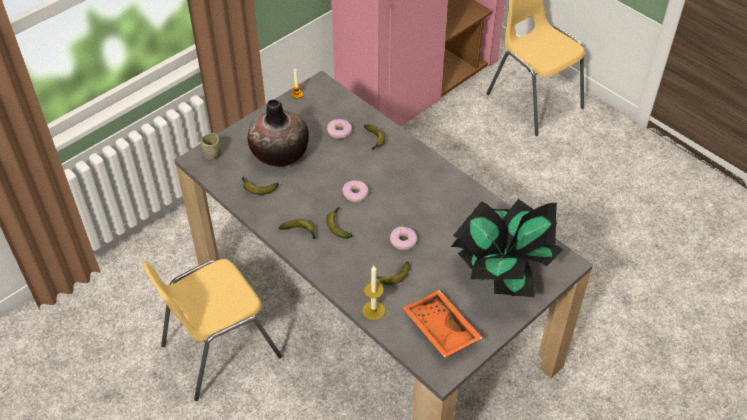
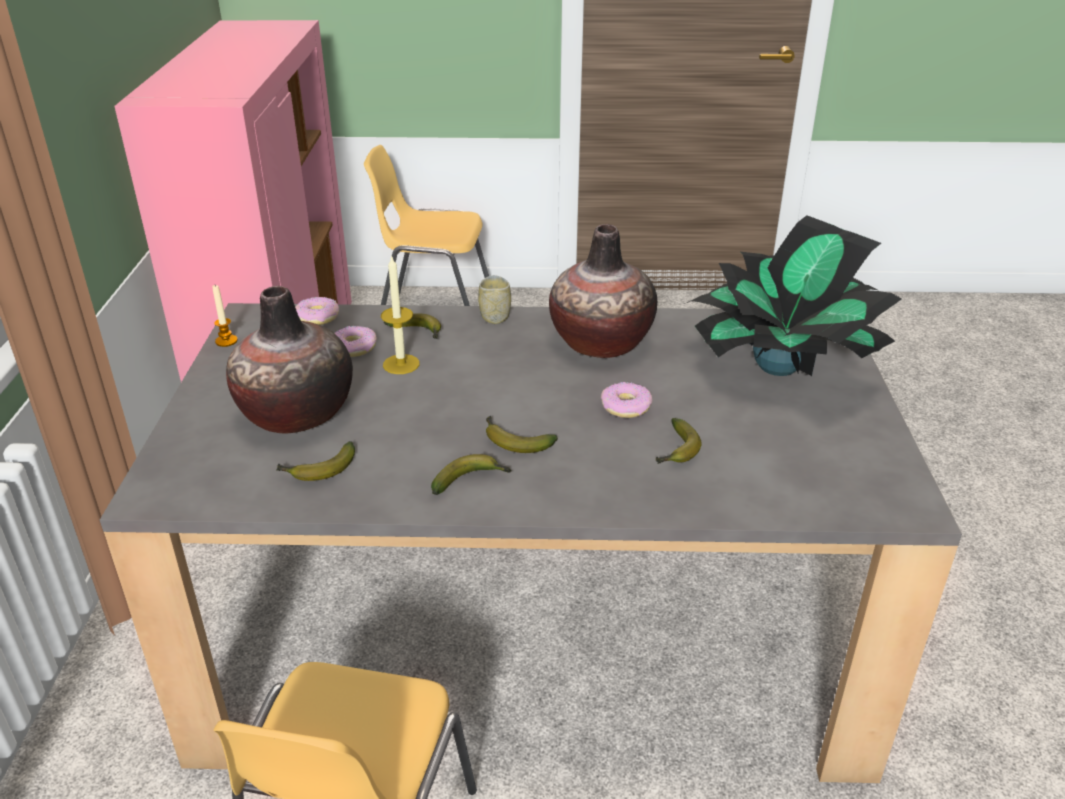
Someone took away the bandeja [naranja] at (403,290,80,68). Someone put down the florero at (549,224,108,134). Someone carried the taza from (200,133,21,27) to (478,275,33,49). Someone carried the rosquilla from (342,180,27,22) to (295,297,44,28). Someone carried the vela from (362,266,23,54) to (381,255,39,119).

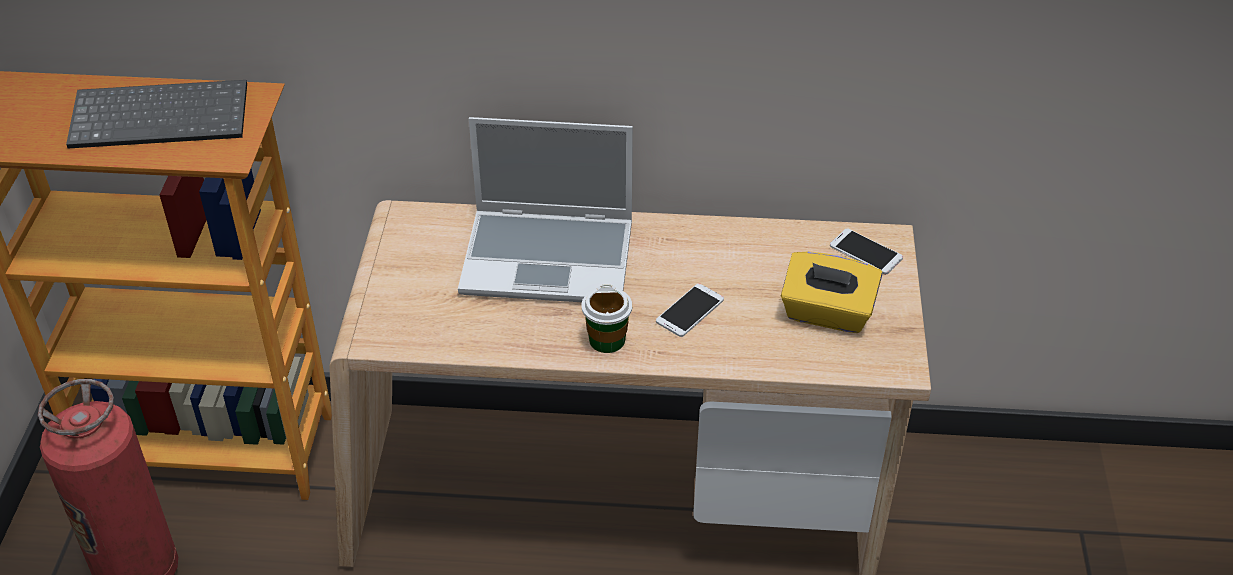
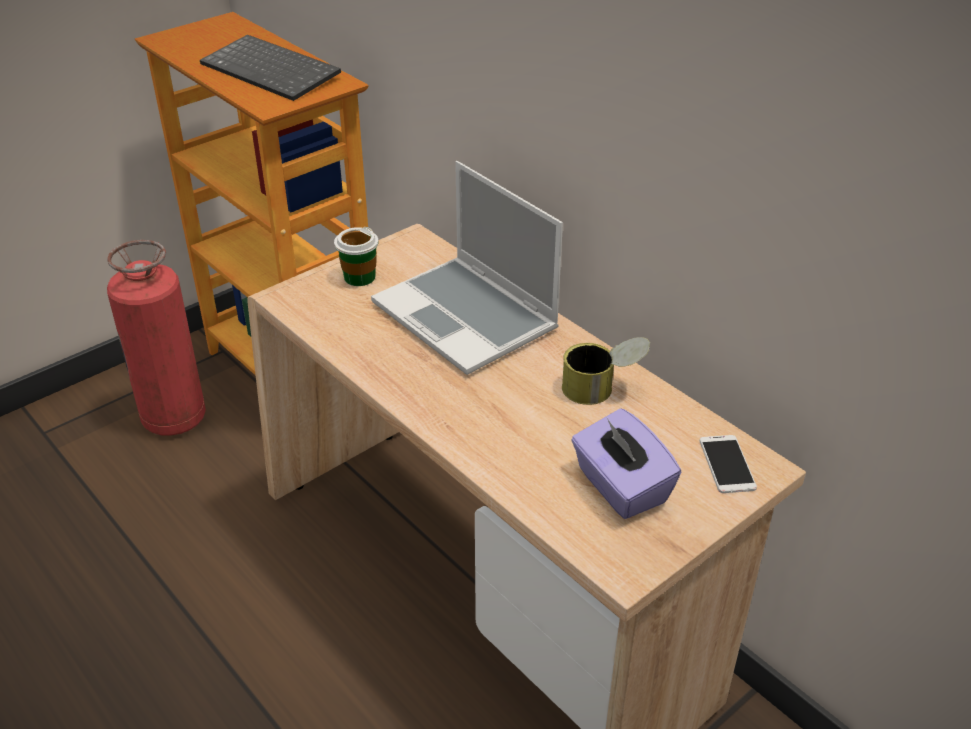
Someone took away the móvil at (656,284,68,53). Someone put down the lata at (562,337,88,68). Someone carried the taza from (582,284,50,69) to (334,227,45,59). Someone repainted the caja de pañuelos [amarillo] at (781,252,101,81), which became the caja de pañuelos [morado] at (572,408,110,111).

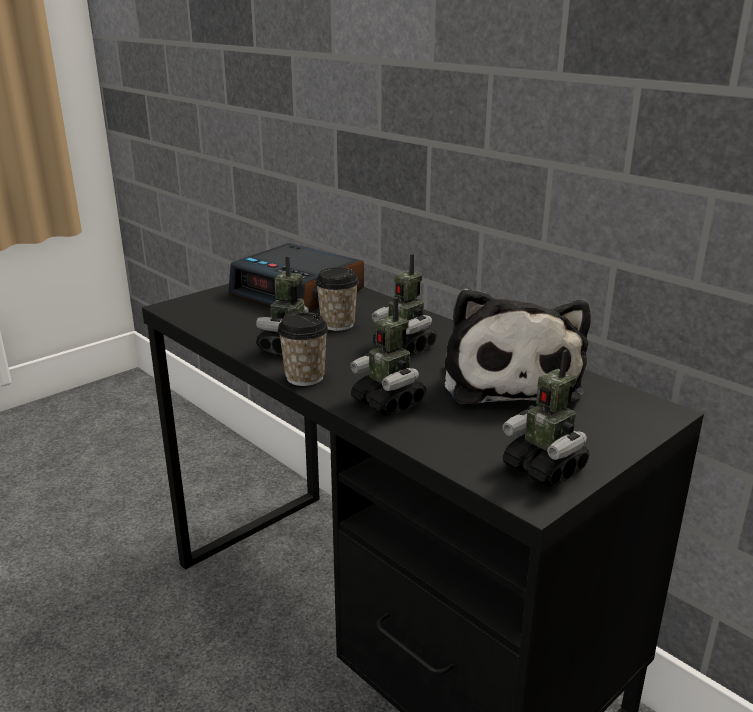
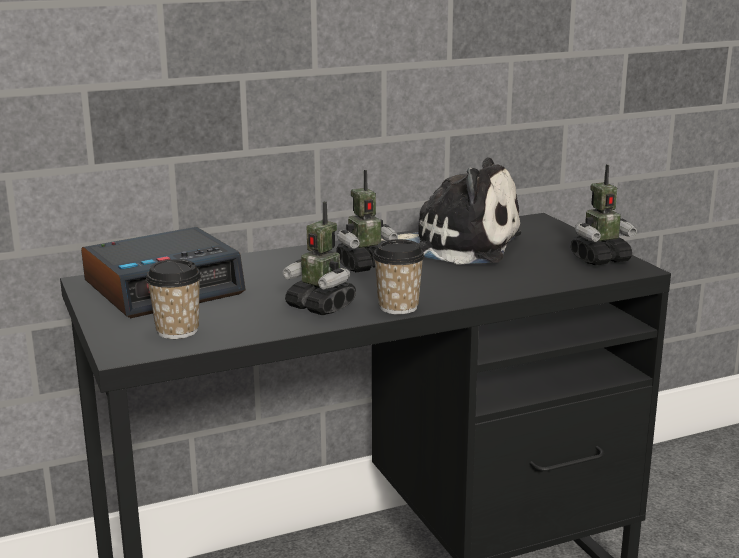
Someone took away the robot de juguete at (350,297,76,119). Someone carried the taza from (315,267,44,64) to (146,259,55,80).

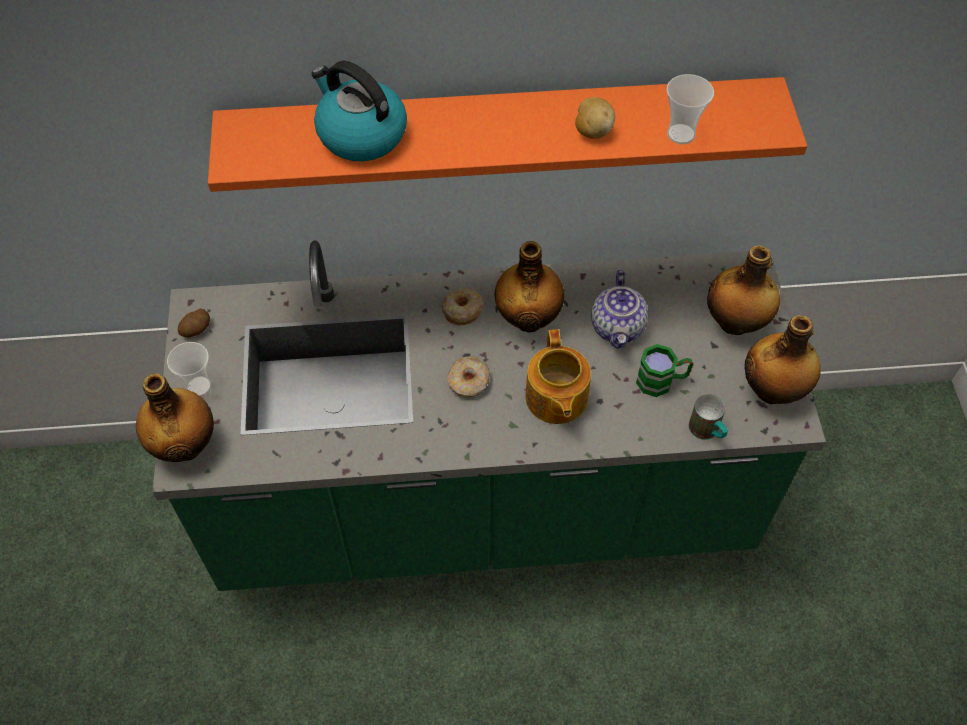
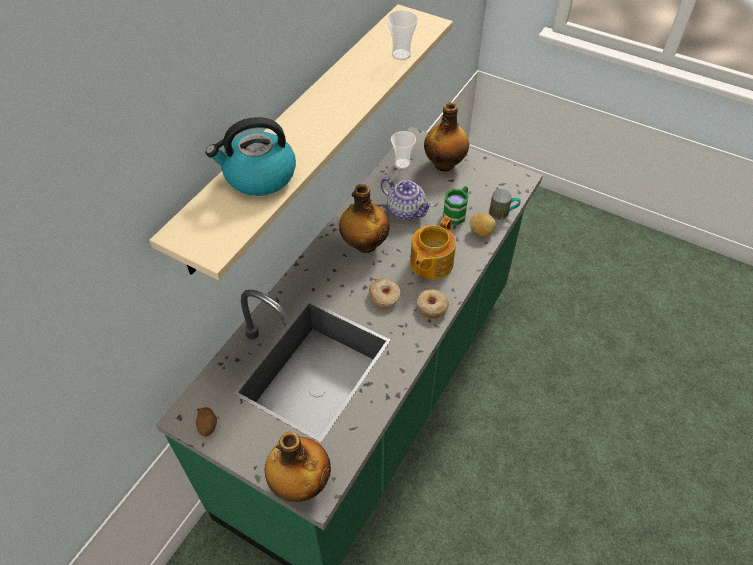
Someone took away the botella at (744,315,77,89). Someone carried the taza from (167,342,45,55) to (391,131,25,38). Someone carried the rosquilla from (442,288,41,38) to (417,289,32,30). Someone carried the patata from (575,97,40,42) to (469,213,27,24). Someone repainted the estante [naranja] at (208,77,599,115), which became the estante [beis] at (149,4,304,276). Someone rotated the tetera at (525,329,66,95) by 90 degrees clockwise.

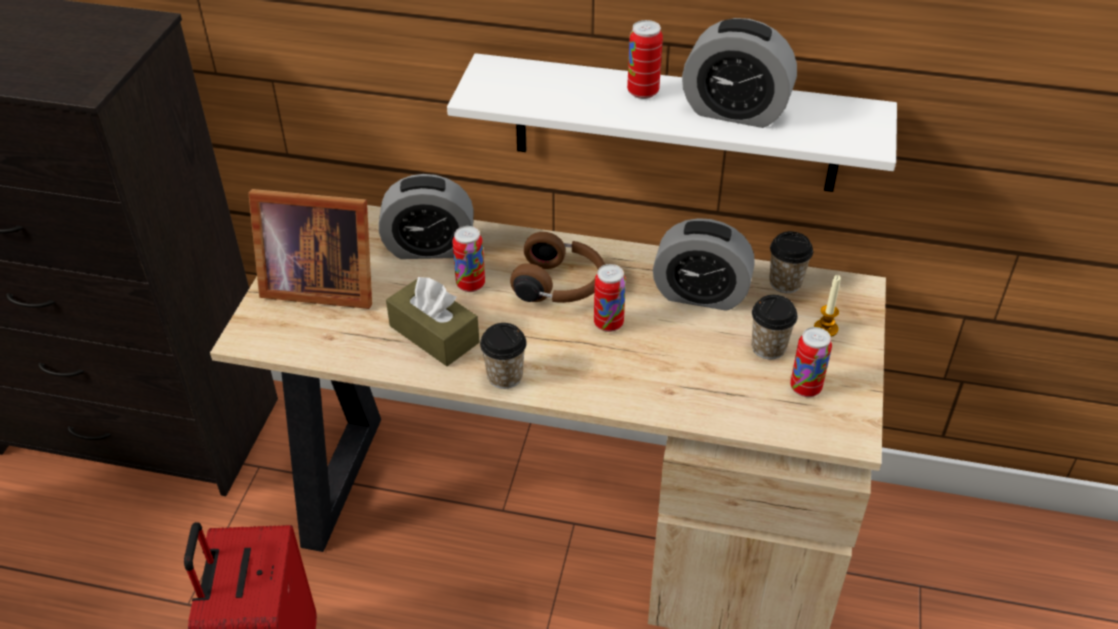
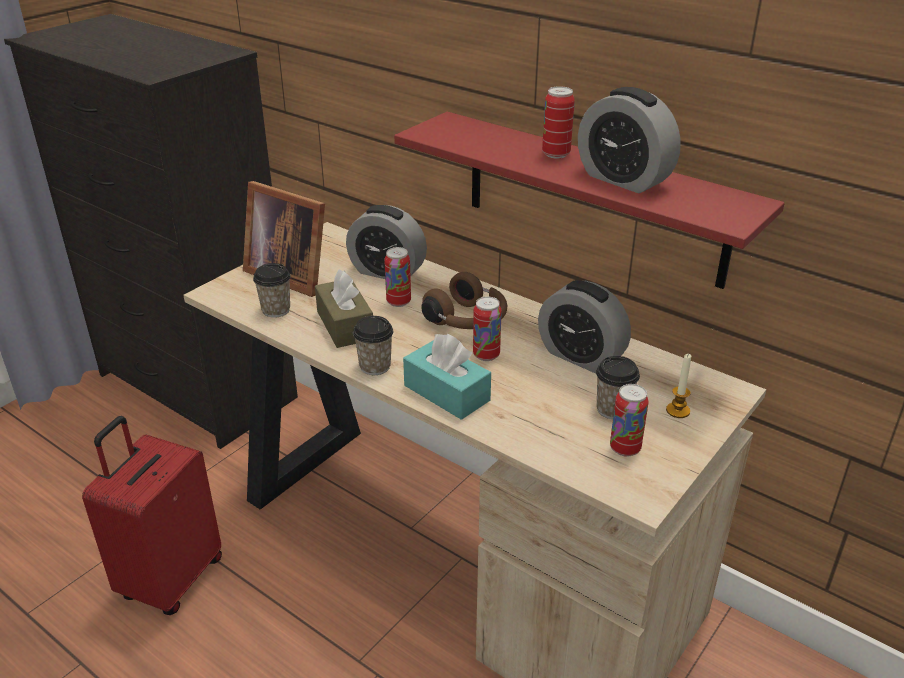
Someone put down the caja de pañuelos [turquesa] at (403,334,88,86). Someone carried the taza from (769,231,44,62) to (253,263,38,55). Someone repainted the estante [blanco] at (447,53,450,139), which became the estante [rojo] at (394,112,391,177).

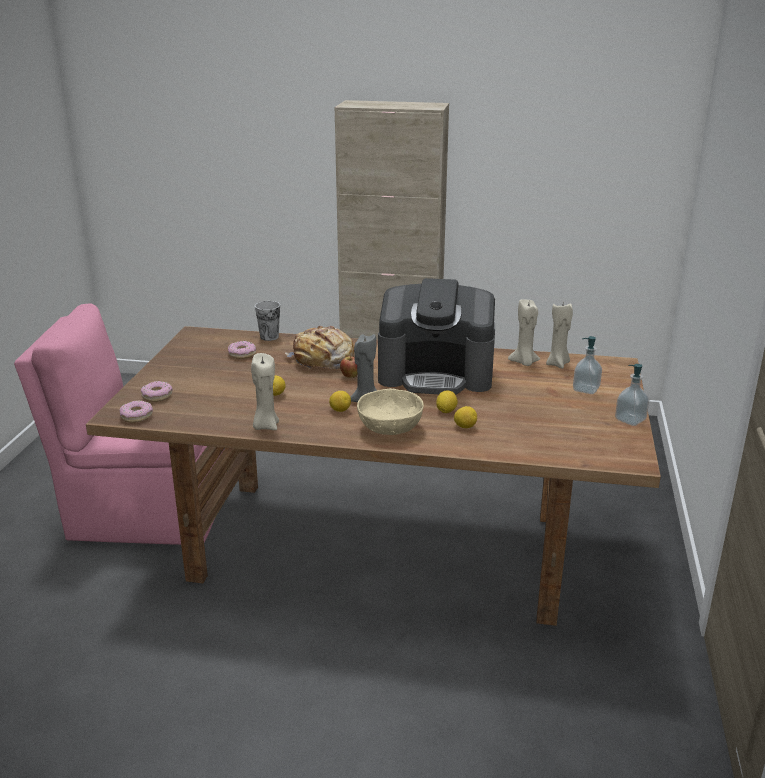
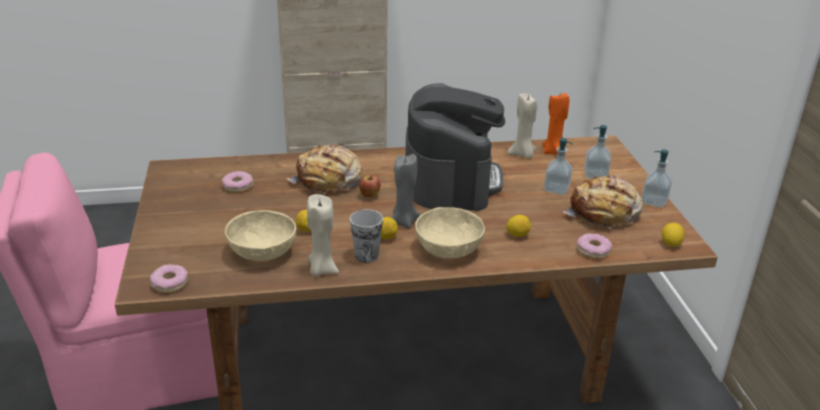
Someone put down the cuenco [beis] at (225,210,71,51). Someone put down the dispensador de jabón at (544,138,29,57). Someone put down the pan at (563,174,80,55). Someone carried the rosquilla from (141,381,32,21) to (577,233,36,26). Someone carried the taza from (255,301,25,40) to (350,210,33,52). Someone carried the limón from (436,390,22,23) to (662,223,23,24). Someone repainted the vela [beis] at (546,303,27,66), which became the vela [naranja] at (542,93,27,62). Someone rotated the cafetera at (378,278,117,117) by 75 degrees counterclockwise.

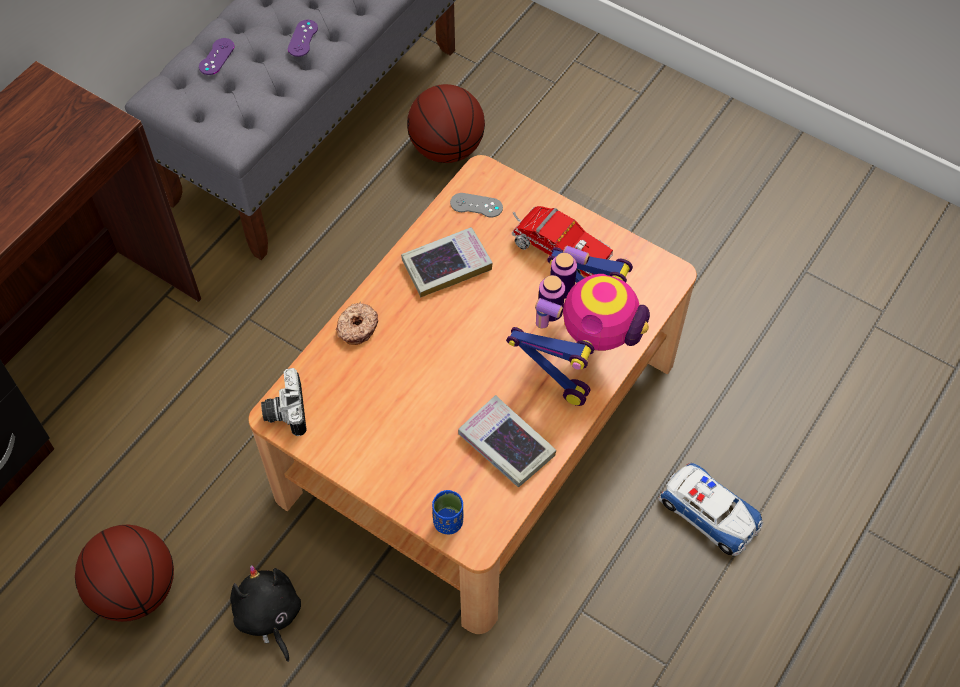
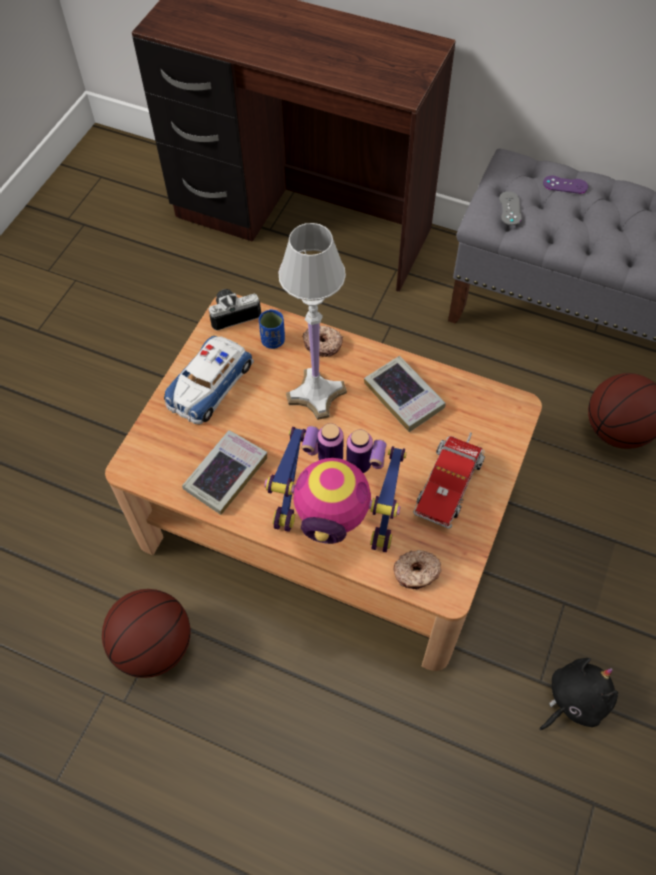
Someone took away the mando de consola [morado] at (288,20,30,37). Someone put down the lámpara de mesa [blanco] at (279,223,68,197). Someone put down the rosquilla at (394,550,48,40). Someone carried the balón de baloncesto from (75,525,99,97) to (102,589,88,89). Someone carried the peluche [negro] from (230,565,71,97) to (539,658,79,72). Someone carried the taza [azul] from (432,490,31,45) to (259,309,26,40). Someone carried the mando de consola [gris] from (450,193,53,24) to (499,191,23,34). Someone carried the coche de juguete from (658,463,105,93) to (164,336,90,88).

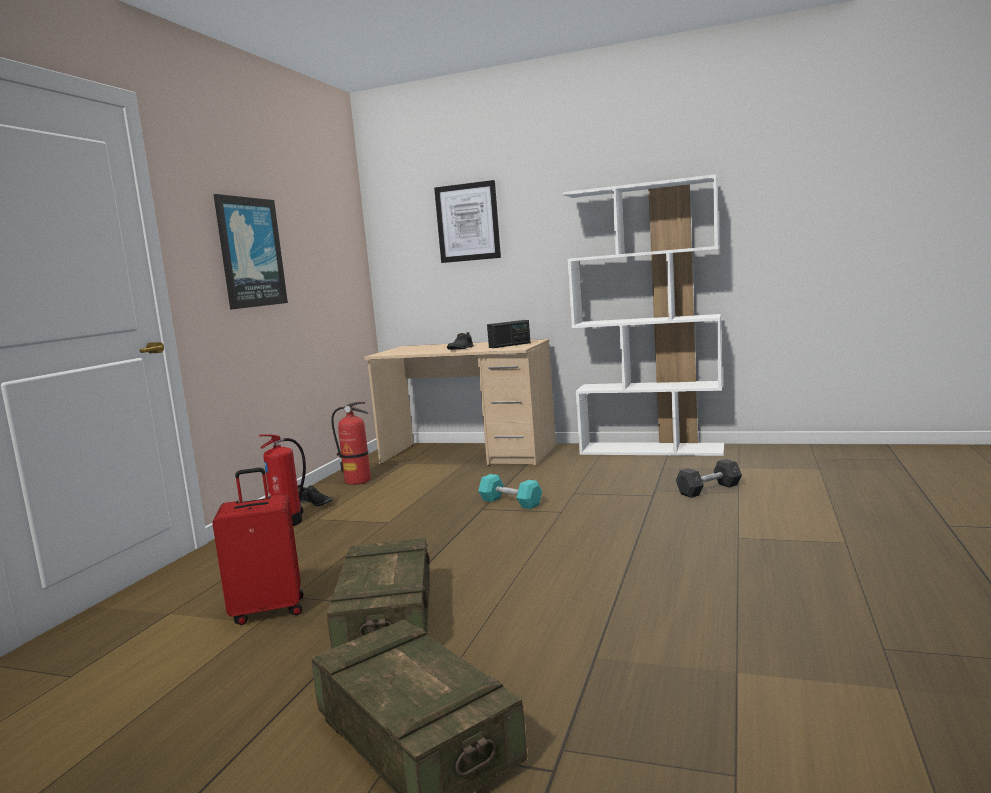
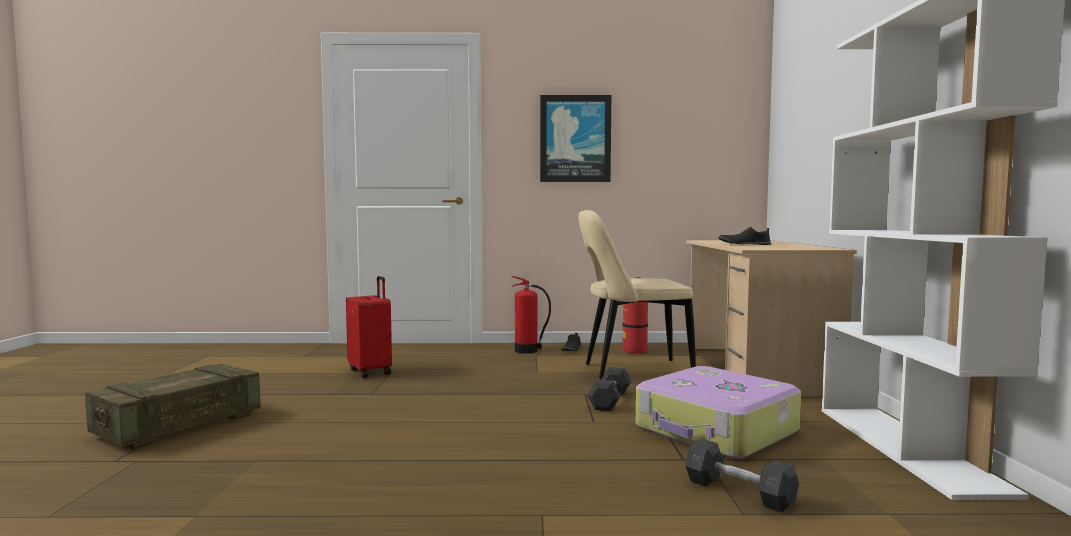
Someone took away the caja de embalaje at (327,538,103,111). Someone took away the cuadro at (434,180,67,83). Someone took away the radio at (487,320,43,28). Someone put down the silla [beis] at (579,210,117,170). Someone put down the maleta at (636,366,165,93). Someone repainted the mancuerna [turquesa] at (478,474,64,35), which became the mancuerna [gris] at (587,367,45,44).

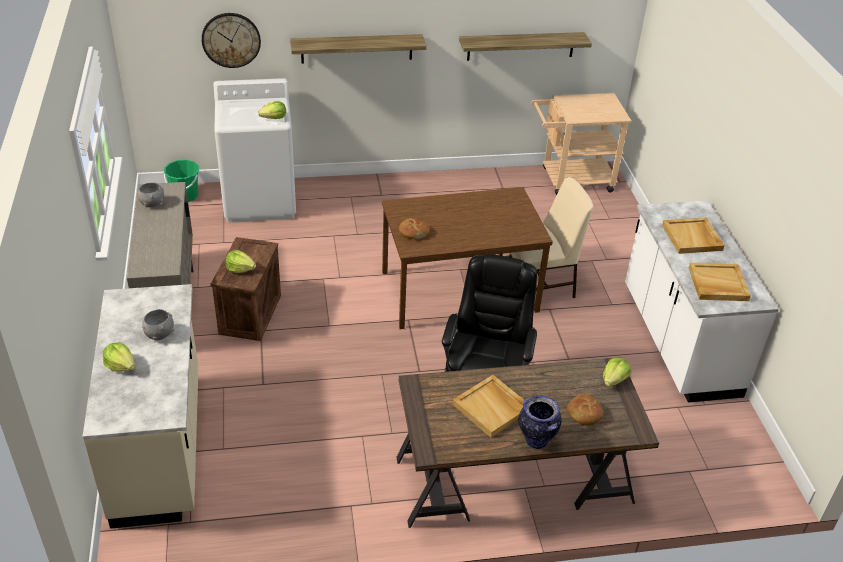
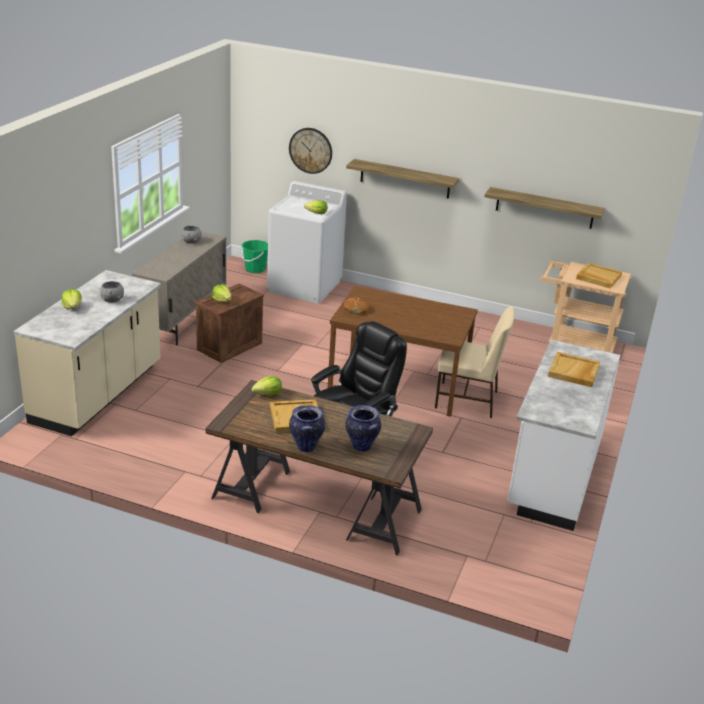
Someone carried the lechuga from (603,357,28,29) to (251,376,31,20). Someone carried the bandeja [beis] from (689,263,62,38) to (576,263,46,26). Someone swapped the pan at (567,394,37,32) for the florero at (346,405,35,47).

